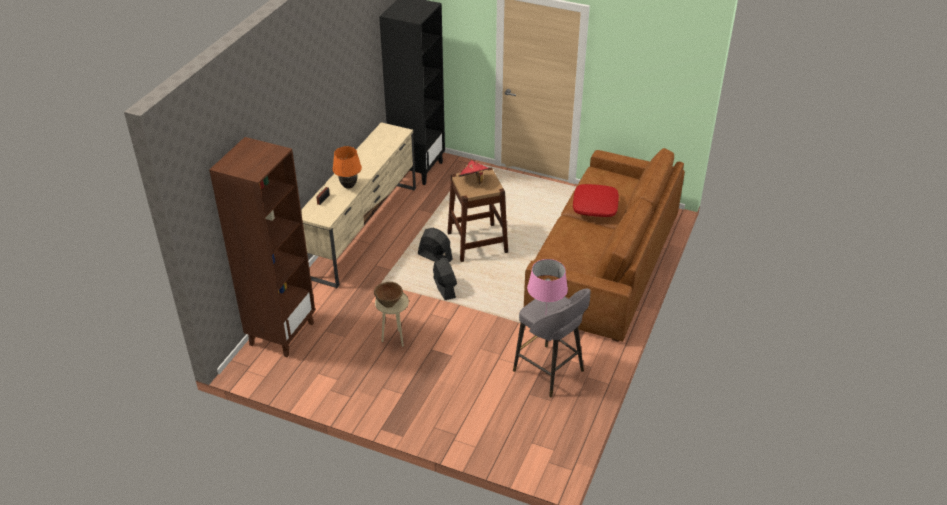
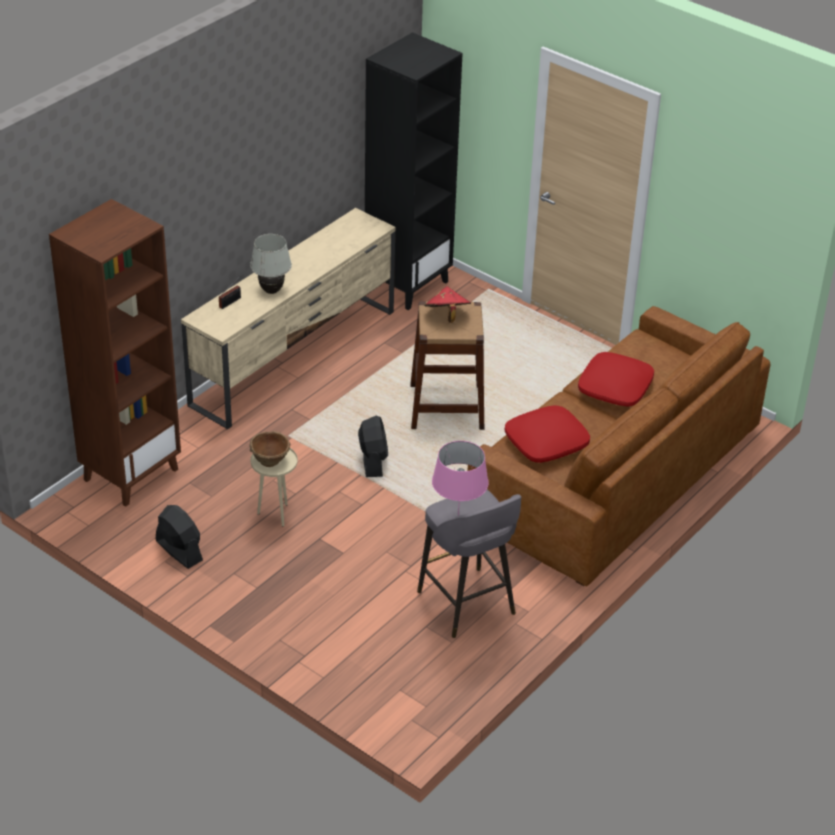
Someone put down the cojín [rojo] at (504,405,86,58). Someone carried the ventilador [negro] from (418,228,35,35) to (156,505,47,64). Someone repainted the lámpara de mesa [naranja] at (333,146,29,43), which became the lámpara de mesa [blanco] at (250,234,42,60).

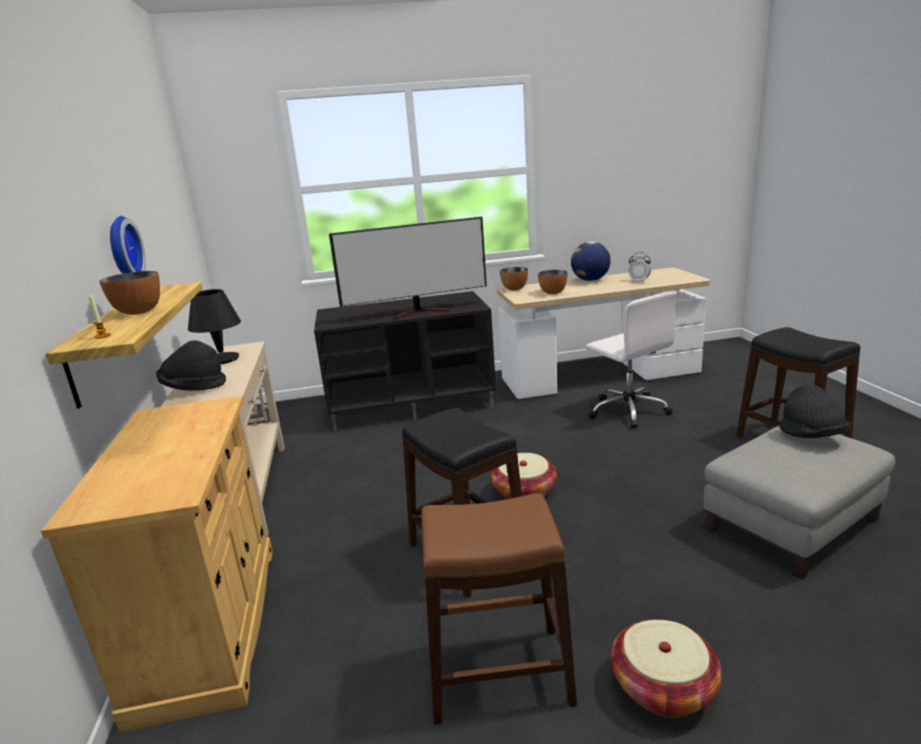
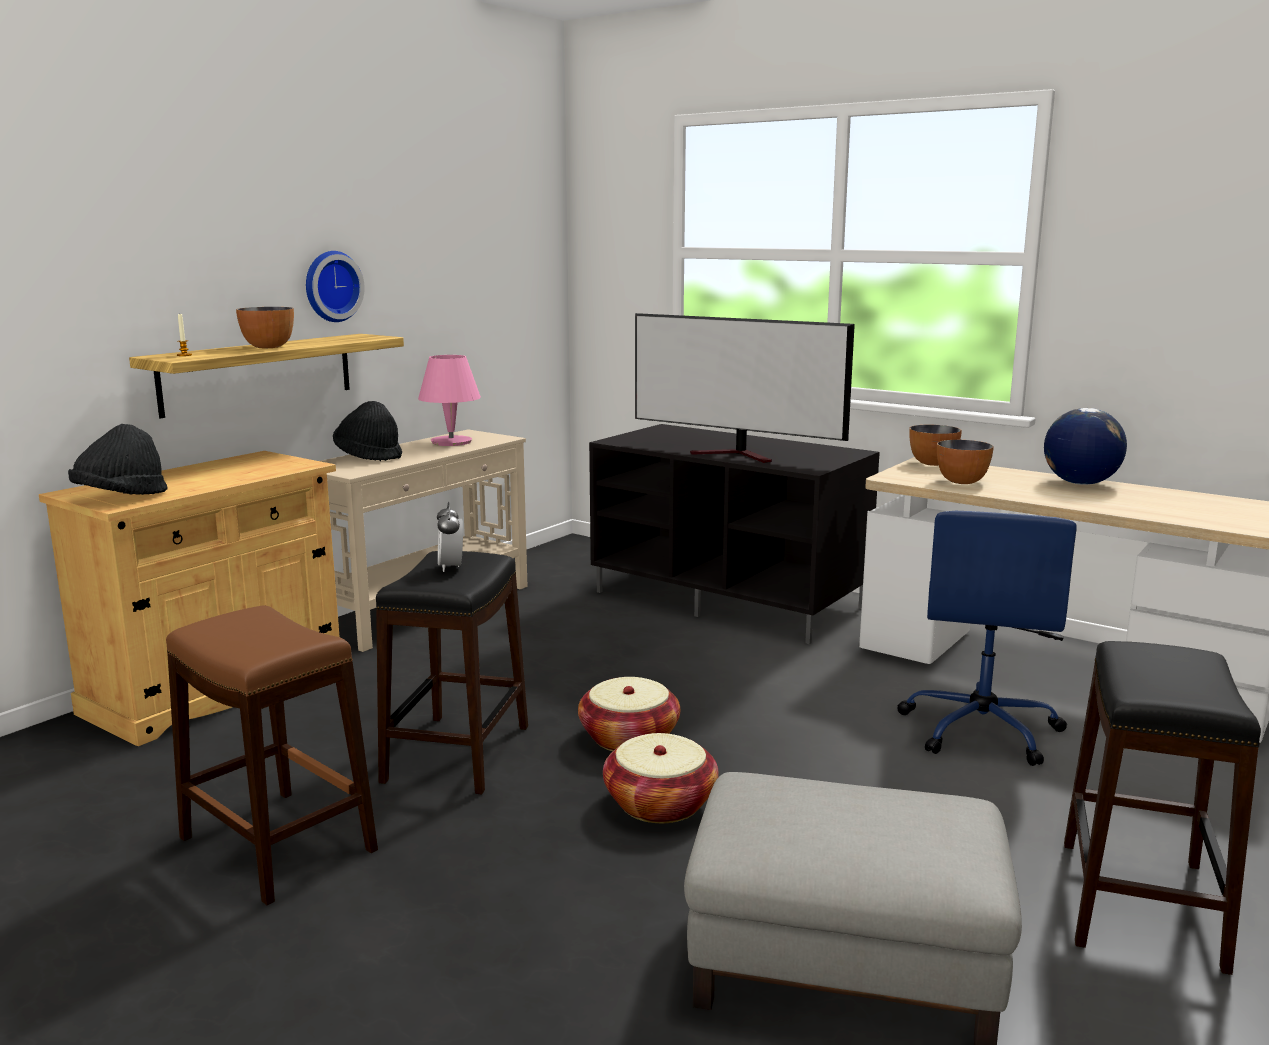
Someone carried the cesta from (611,619,111,99) to (603,733,116,90). Someone carried the despertador from (628,252,23,30) to (437,502,26,70). Someone carried the sombrero [negro] from (779,384,72,54) to (68,424,100,71). Someone repainted the lámpara de mesa [negro] at (188,289,53,75), which became the lámpara de mesa [rosa] at (418,355,63,91). Someone repainted the silla de oficina [blanco] at (586,291,91,138), which became the silla de oficina [azul] at (897,511,180,255).

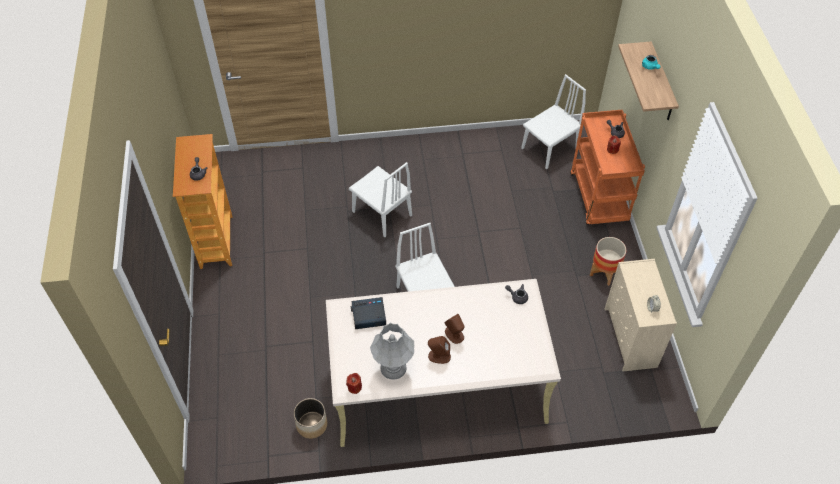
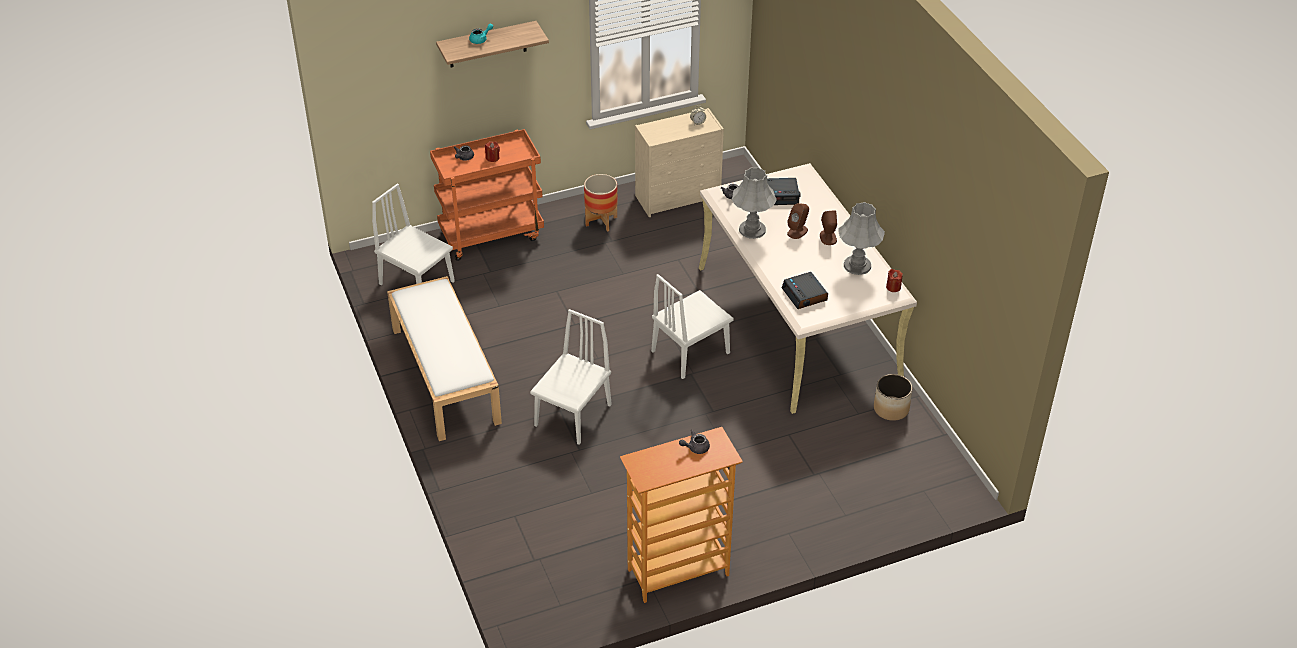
Someone put down the banco [blanco] at (387,276,115,165). Someone put down the lámpara de mesa [gris] at (732,167,45,72). Someone put down the despertador at (767,178,33,27).

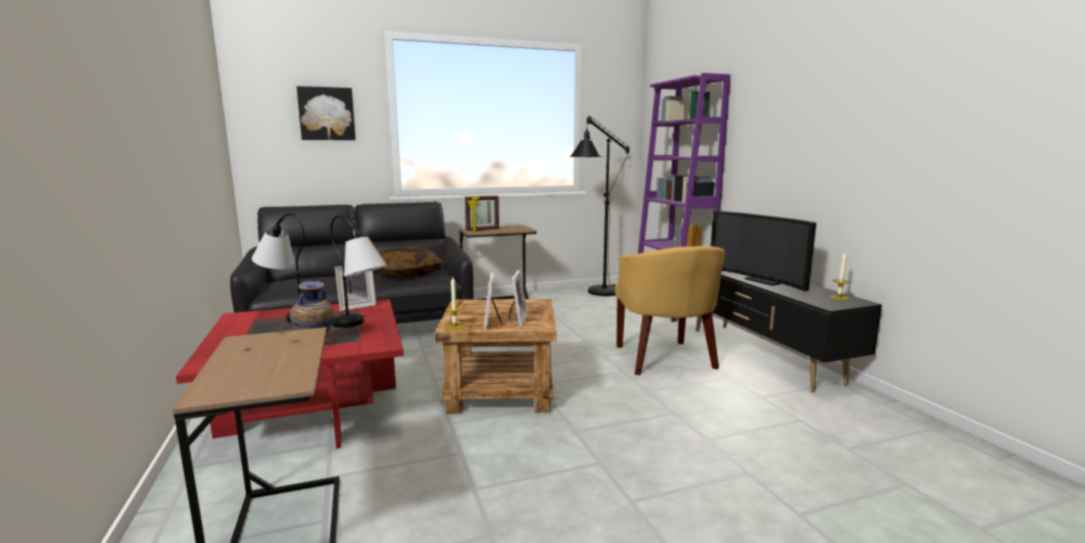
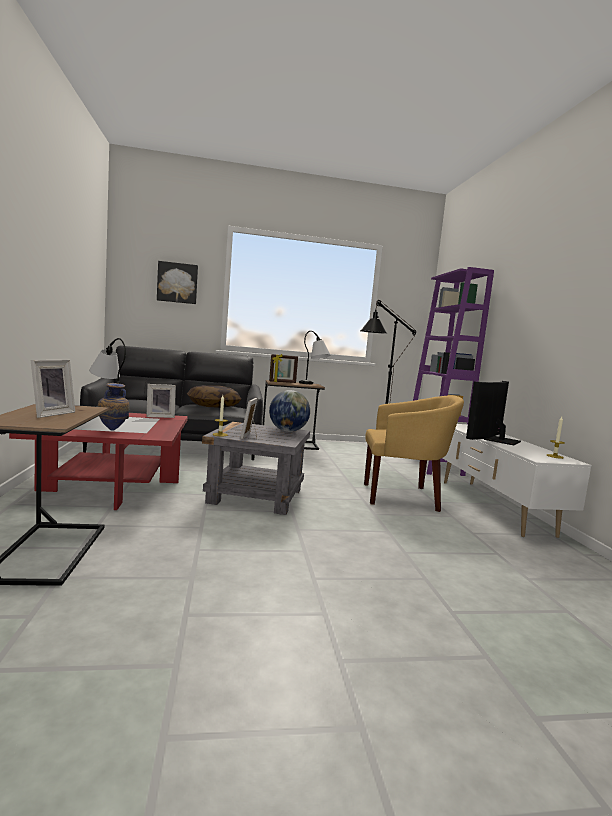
Someone put down the globo terráqueo at (269,390,41,42). Someone carried the lámpara de mesa from (330,215,57,113) to (299,331,32,53). Someone carried the portarretratos from (508,270,19,56) to (30,360,45,58). Someone repainted the mesa auxiliar [marrón] at (435,299,122,115), which became the mesa auxiliar [gris] at (202,422,108,93). Someone repainted the mueble de televisión [negro] at (696,271,186,121), which became the mueble de televisión [blanco] at (443,424,148,114). Someone rotated the sillón [amarillo] at (615,246,110,129) by 90 degrees counterclockwise. Someone rotated the televisor at (711,211,105,81) by 60 degrees clockwise.

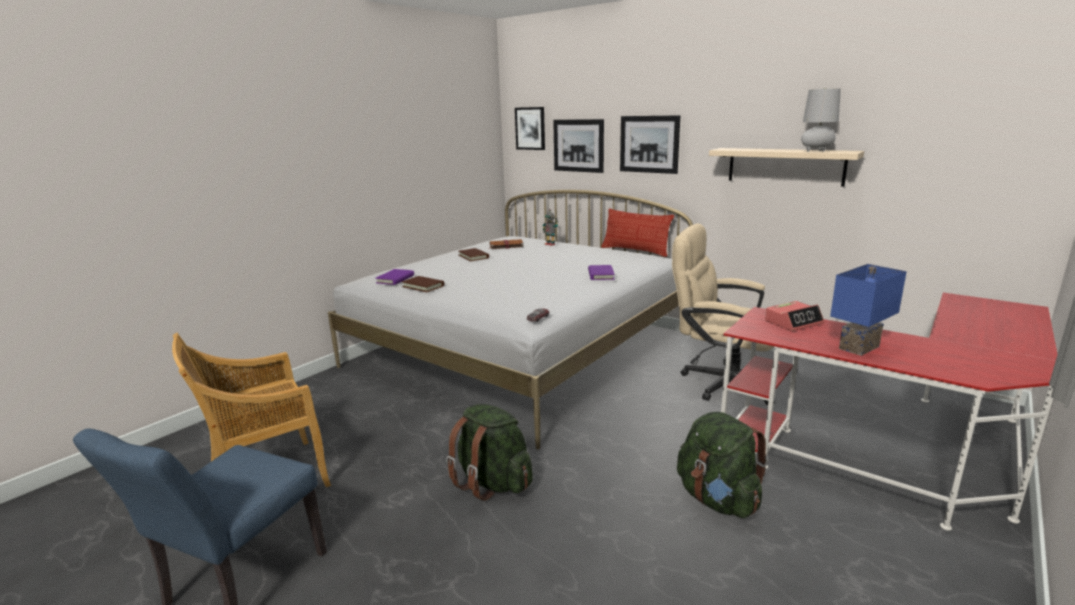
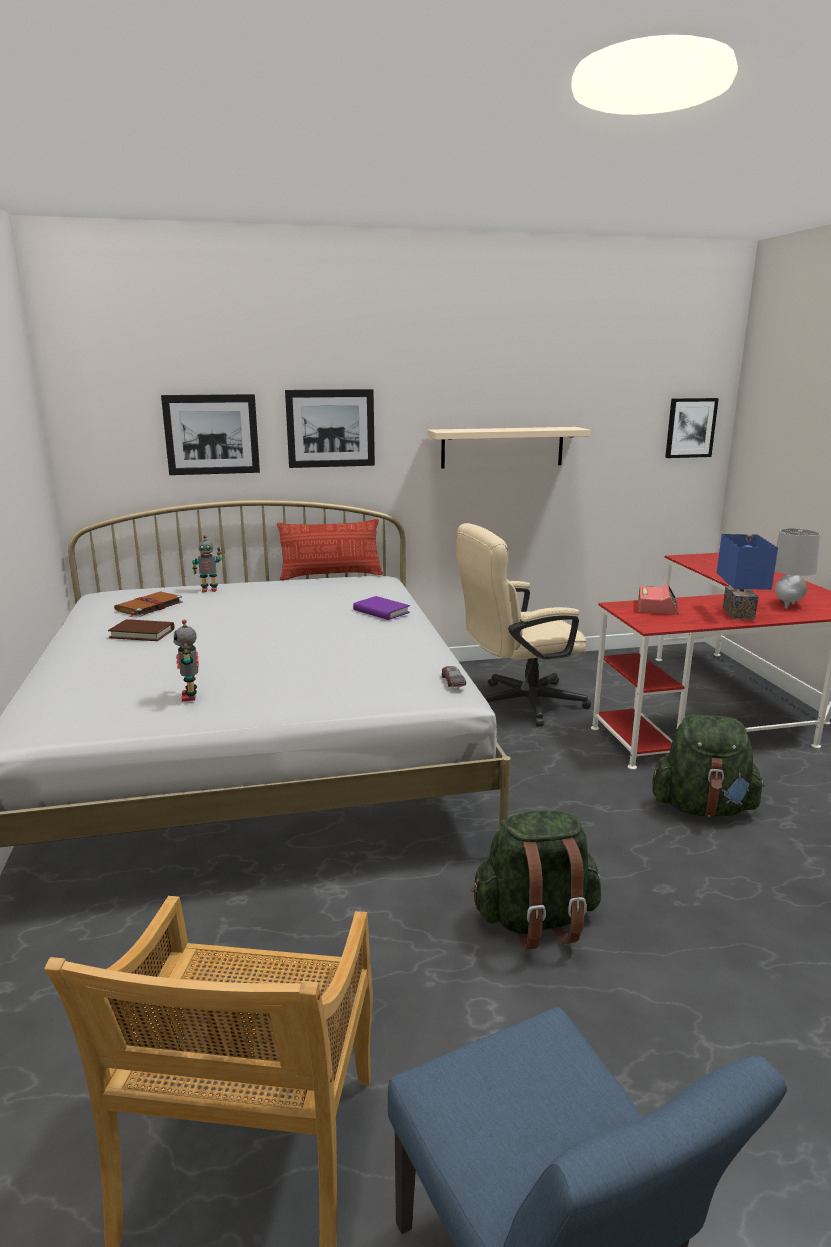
Someone took away the libro [morado] at (375,269,39,16). Someone carried the cuadro from (515,107,30,43) to (665,398,54,60). Someone carried the lámpara de mesa [gris] from (801,88,40,64) to (775,528,45,81). Someone swapped the libro [marrón] at (402,276,42,16) for the robot de juguete at (173,619,26,83).

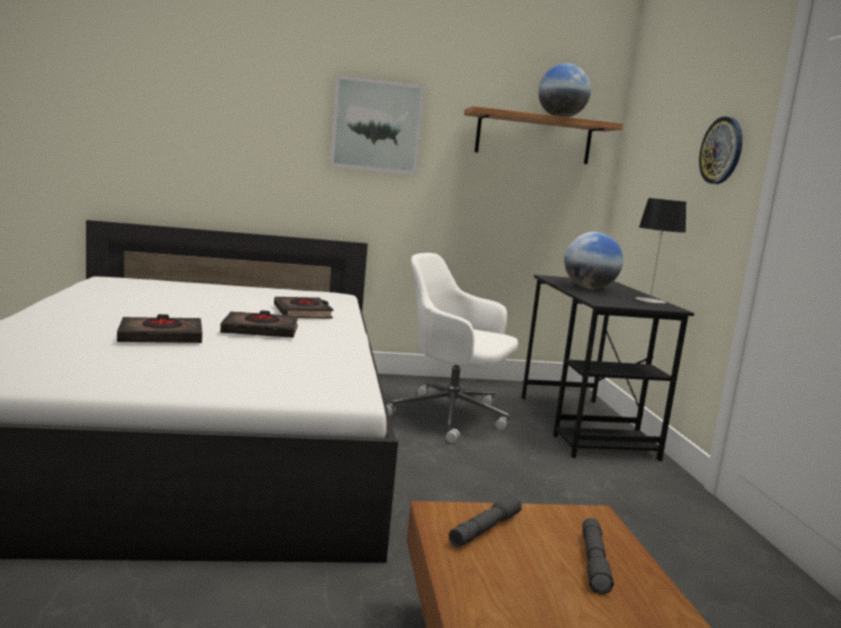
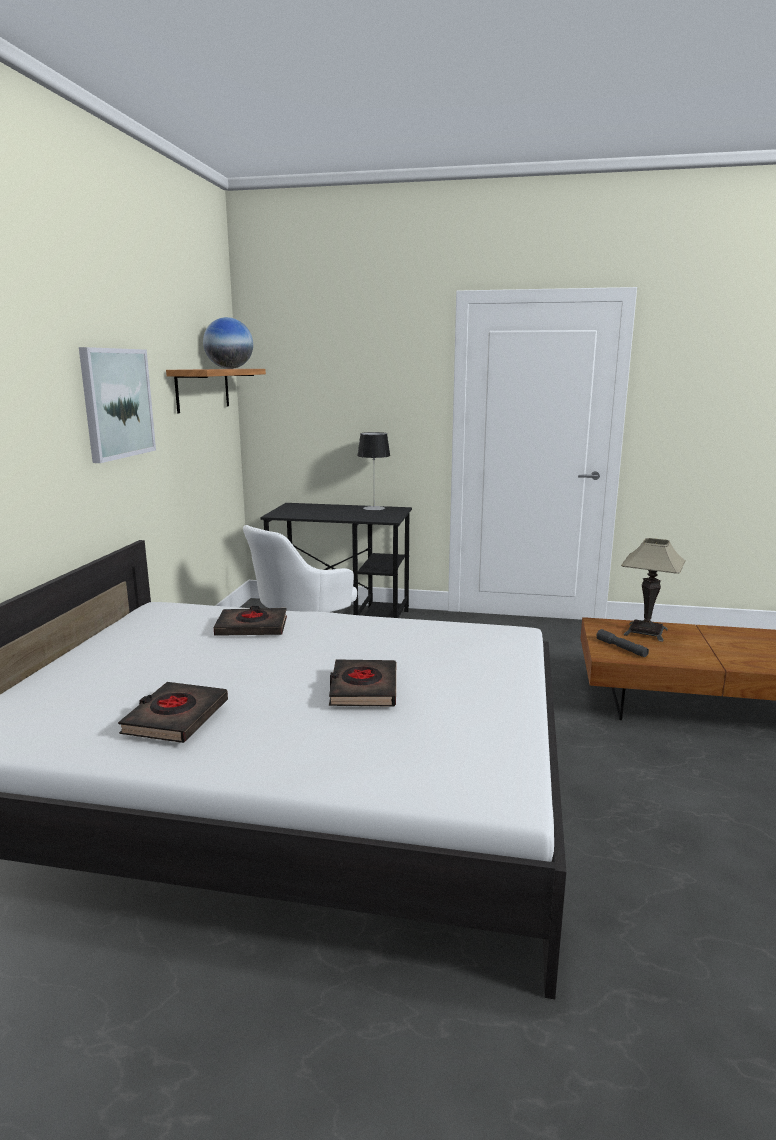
Someone took away the globo terráqueo at (564,232,59,57). Someone took away the reloj de pared at (699,116,43,68). Someone carried the libro [negro] from (220,310,78,28) to (118,682,110,61). Someone swapped the linterna [gris] at (582,518,32,77) for the lámpara de mesa at (621,538,65,104).

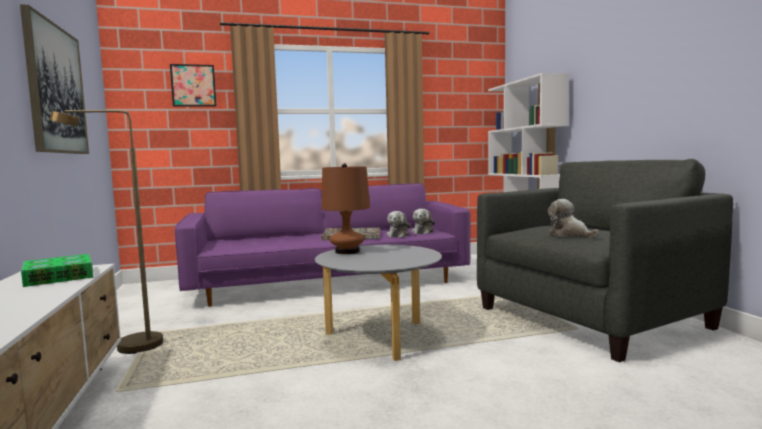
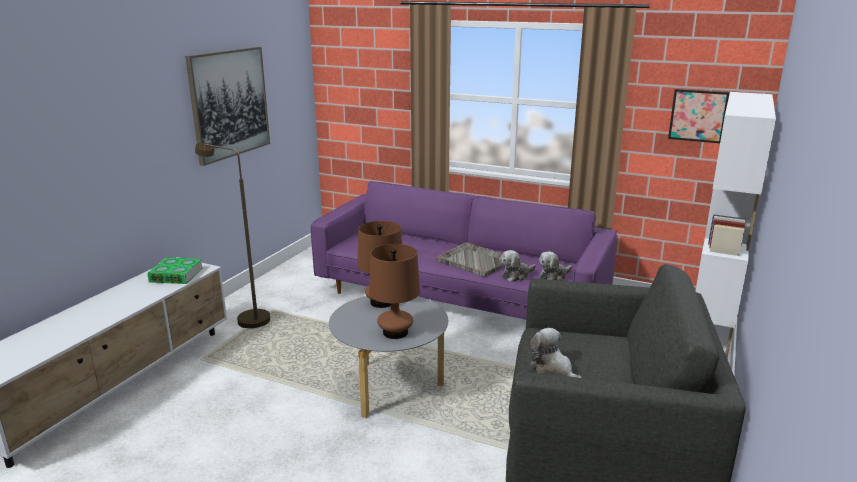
Someone put down the lámpara de mesa [marrón] at (369,244,51,95). Someone carried the cuadro from (170,64,46,43) to (668,89,61,54). Someone rotated the peluche at (548,199,51,39) by 45 degrees counterclockwise.

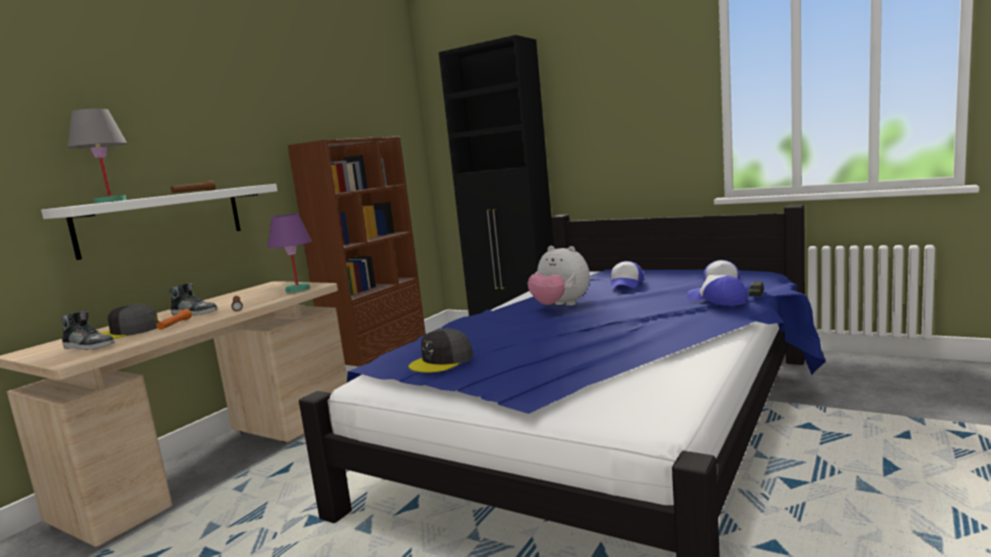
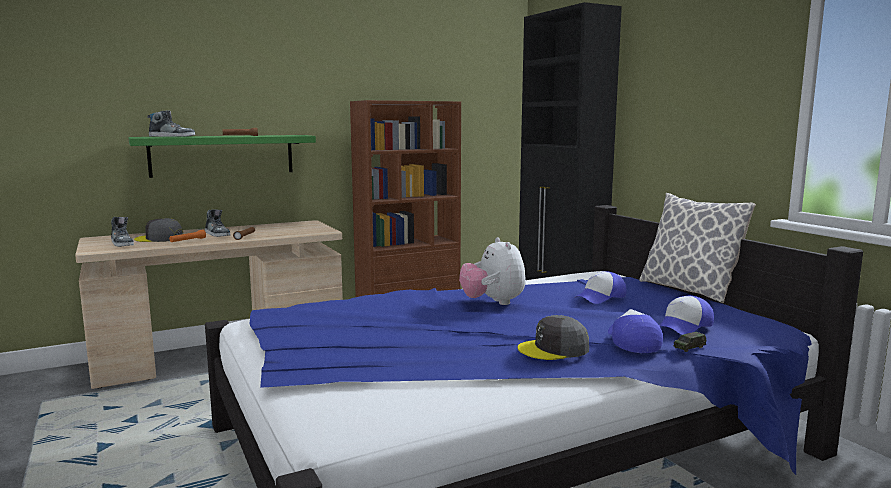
Someone took away the lámpara de mesa [morado] at (268,214,44,79). Someone put down the cojín at (639,193,117,110). Someone carried the gorra [gris] from (408,329,65,44) to (518,315,71,45). Someone swapped the lámpara de mesa [gris] at (68,109,59,94) for the zapato at (147,110,48,27). Someone repainted the estante [blanco] at (41,184,237,76), which became the estante [verde] at (128,135,188,43).

